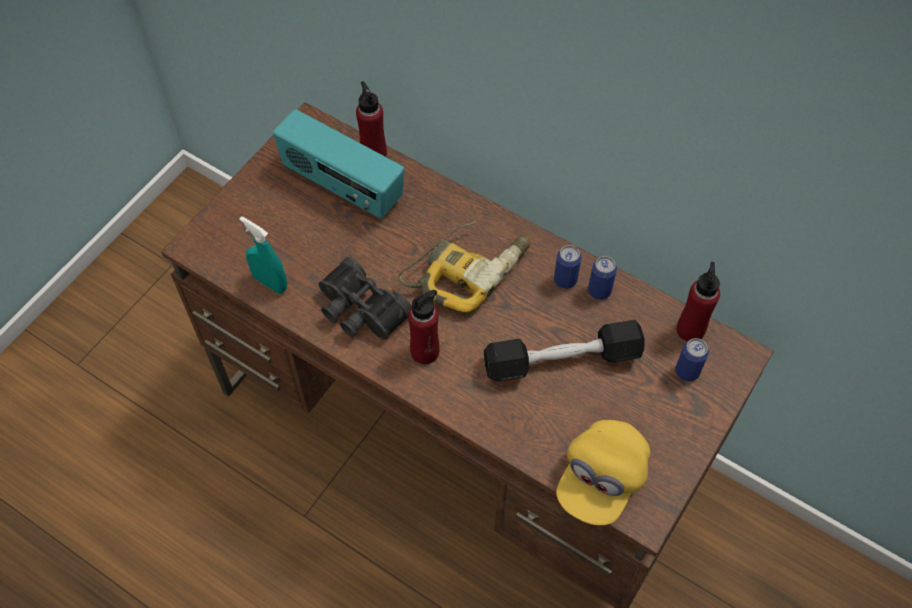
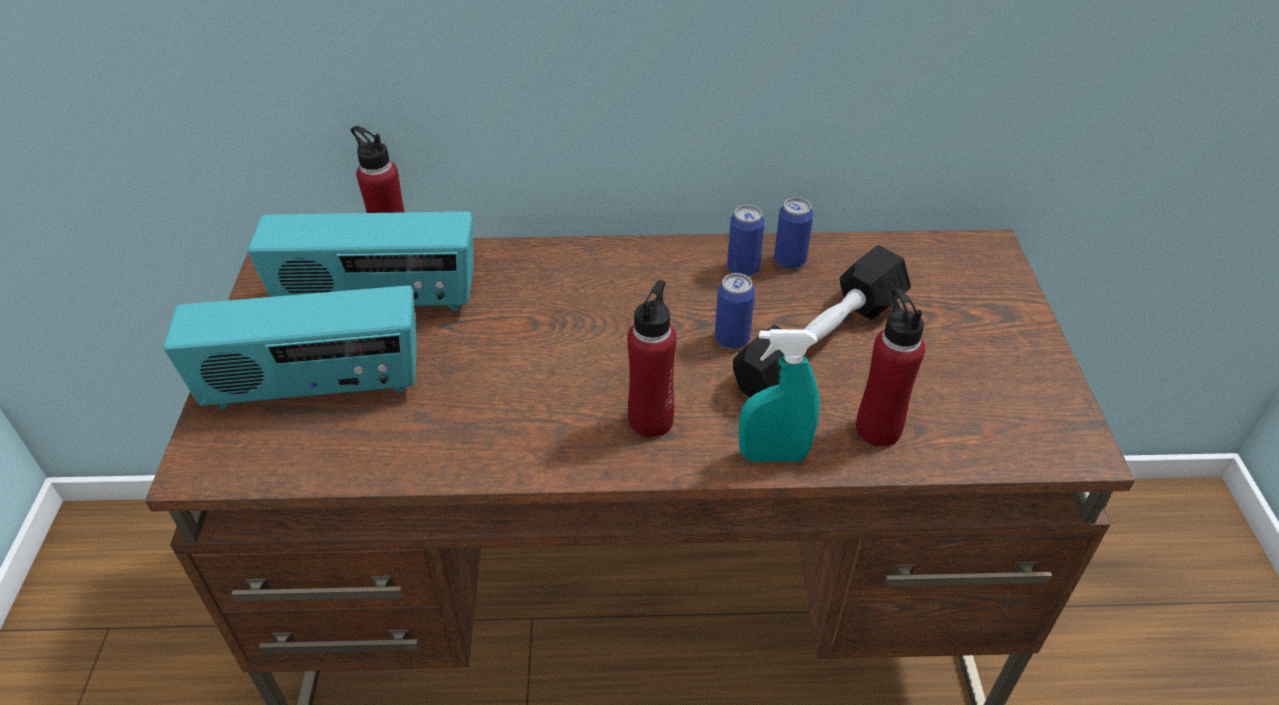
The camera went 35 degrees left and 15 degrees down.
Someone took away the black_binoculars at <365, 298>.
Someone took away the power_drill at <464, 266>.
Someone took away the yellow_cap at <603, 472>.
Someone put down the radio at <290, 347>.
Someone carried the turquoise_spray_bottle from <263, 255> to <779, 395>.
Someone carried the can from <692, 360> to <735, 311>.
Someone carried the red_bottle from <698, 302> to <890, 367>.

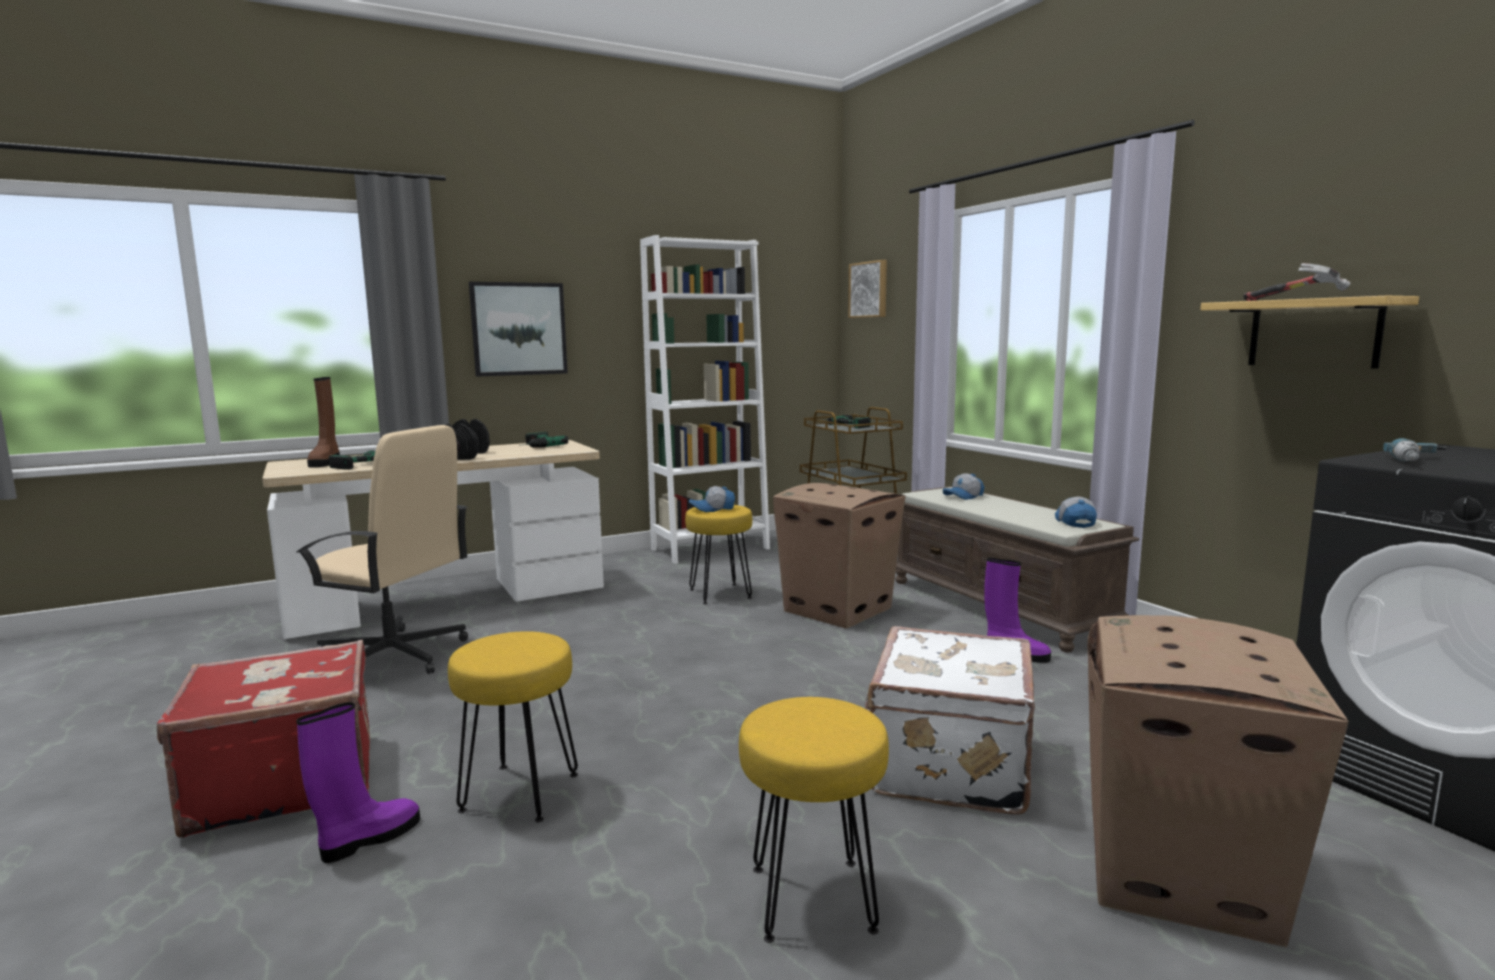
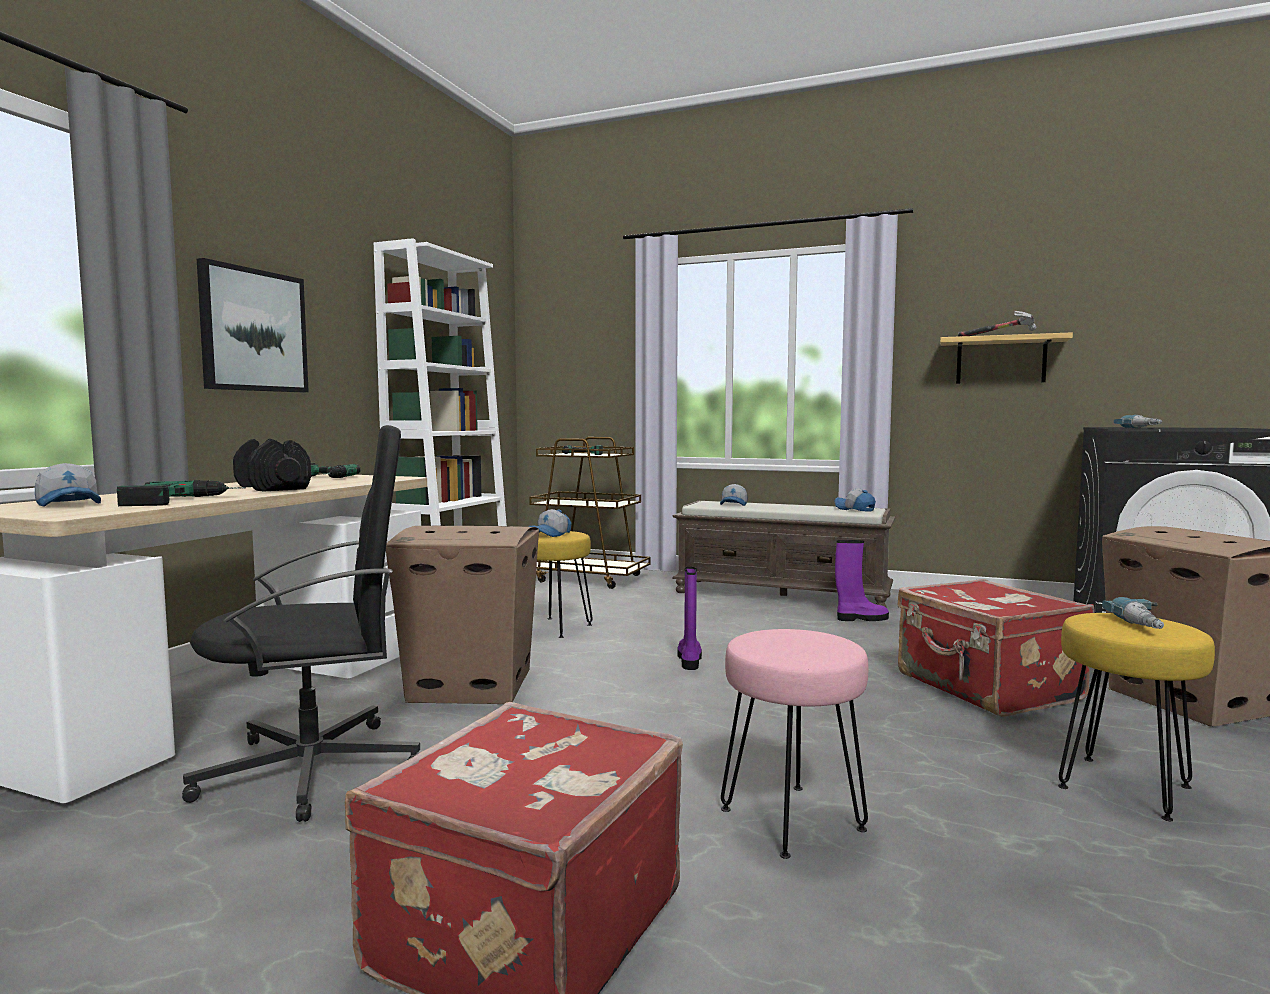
The camera went 40 degrees left and 5 degrees down.
Someone took away the picture at <867, 289>.
Someone put down the power_drill at <1133, 613>.
Someone carried the purple_boot from <358, 782> to <690, 618>.
Someone carried the cardboard_box from <839, 556> to <462, 615>.
Someone swapped the brown_boot at <323, 422> for the cap at <68, 485>.
Someone repainted the beige_office_chair at <382, 549>, which became the black_office_chair at <301, 623>.
Someone repainted the yellow_stool at <513, 726>, which became the pink_stool at <794, 744>.
Someone repainted the white_suitcase at <950, 720>, which became the red_suitcase at <996, 648>.

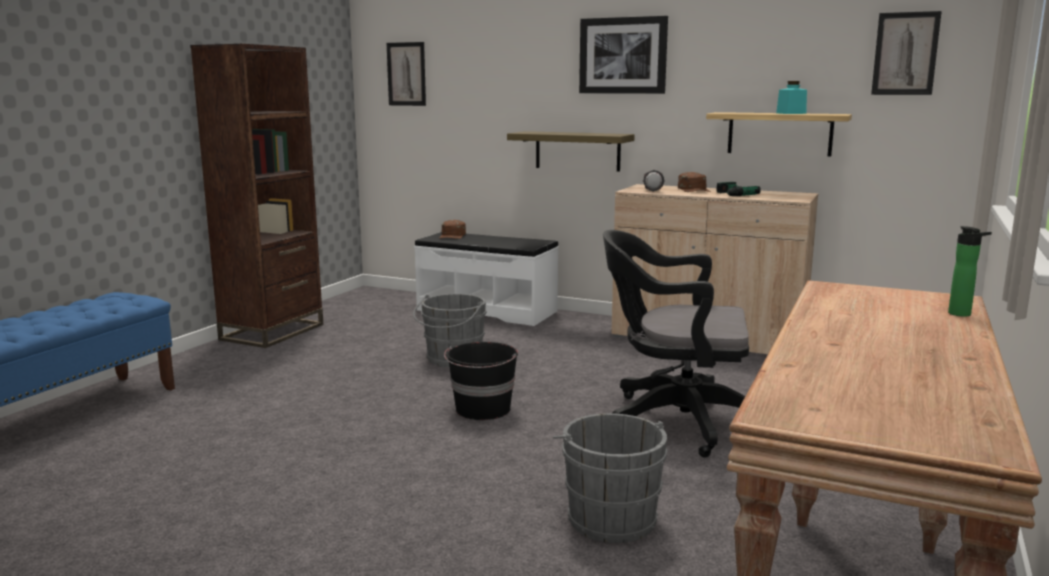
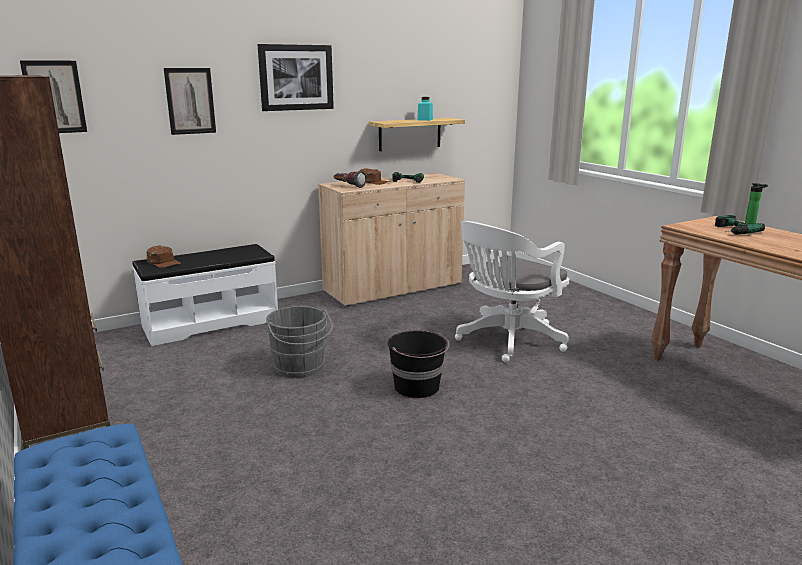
The camera went 55 degrees left and 5 degrees up.
Someone took away the shelf at <571, 151>.
Someone took away the grey_bucket at <610, 478>.
Someone put down the power_drill at <740, 224>.
Someone carried the picture from <906, 53> to <190, 101>.
Someone repainted the black_office_chair at <676, 344>, which became the white_office_chair at <512, 291>.

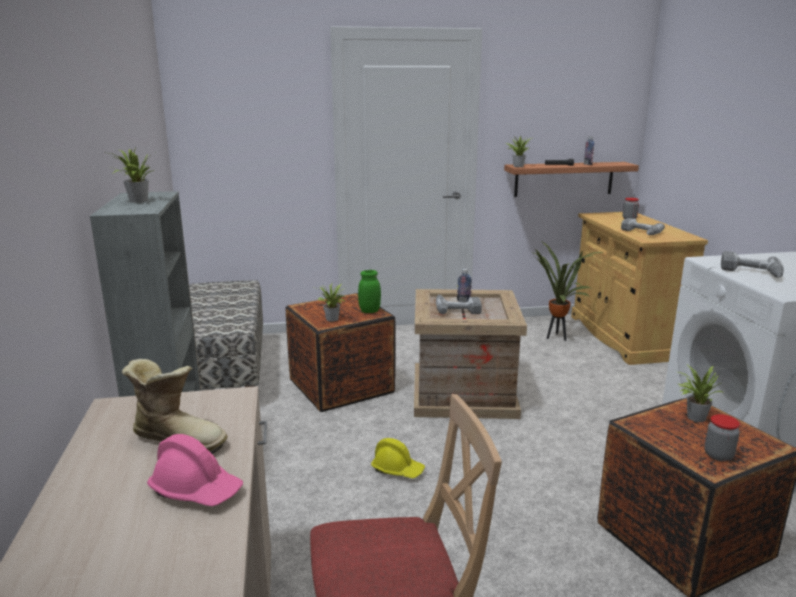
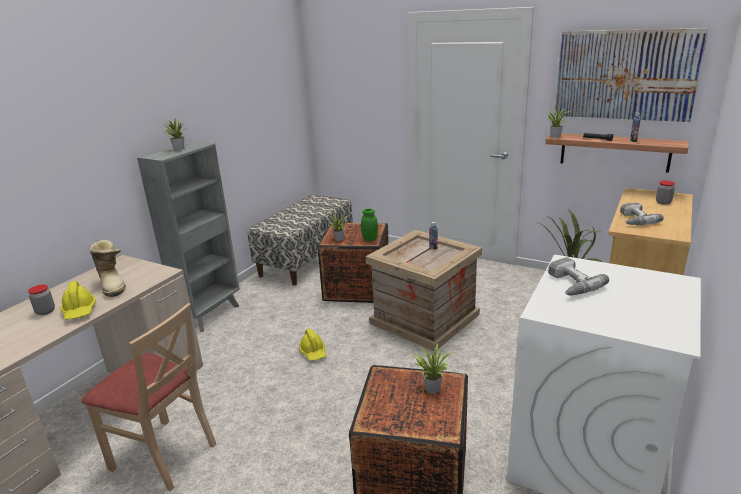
The camera went 40 degrees right and 5 degrees up.
Someone took away the power_drill at <459, 304>.
Someone put up the picture at <631, 75>.
Someone carried the jar from <722, 437> to <41, 300>.
Someone repainted the pink_hard_hat at <195, 470>, which became the yellow_hard_hat at <78, 300>.

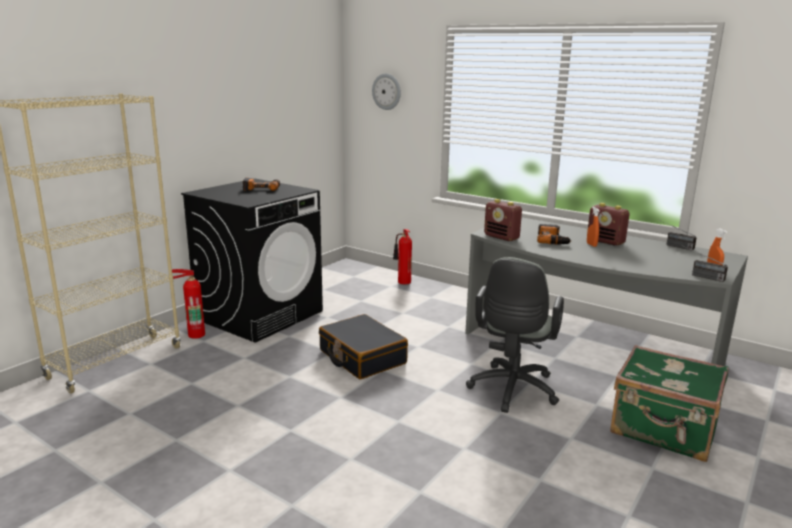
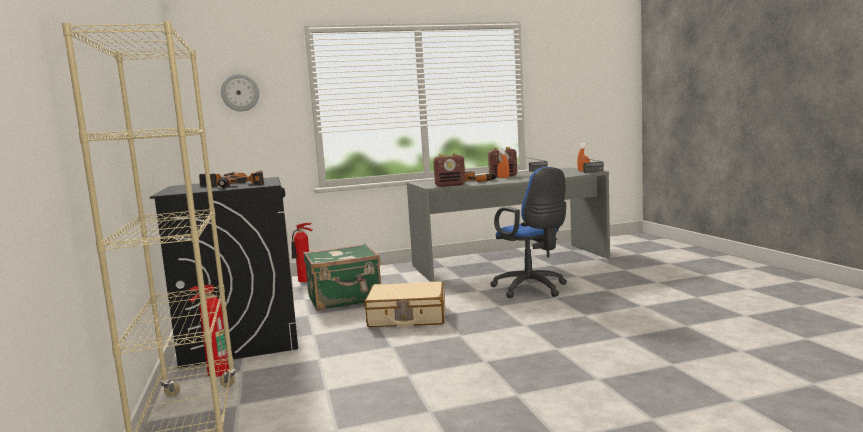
The camera went 50 degrees left and 10 degrees down.
Someone put down the power_drill at <241, 178>.
Someone carried the green_suitcase from <669, 403> to <342, 277>.
Someone repainted the black_suitcase at <363, 346>, which became the beige_suitcase at <405, 304>.
Someone repainted the grey_office_chair at <515, 335>, which became the blue_office_chair at <528, 232>.

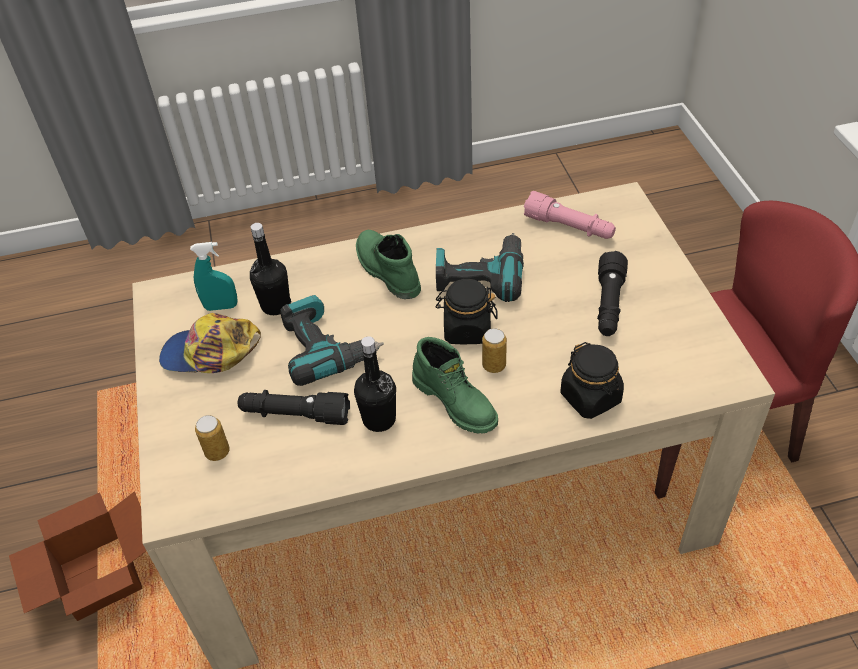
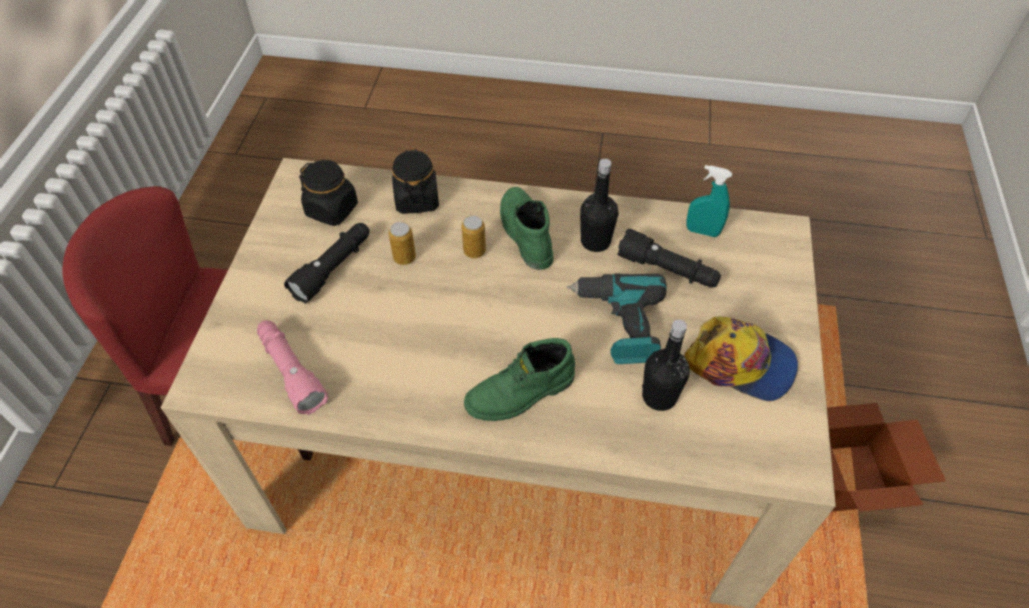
The camera went 160 degrees left and 5 degrees up.
Someone took away the power_drill at <480, 267>.
Someone carried the turquoise_spray_bottle from <214, 276> to <709, 201>.
Someone carried the can from <212, 438> to <402, 243>.
Someone carried the black_jar from <466, 311> to <328, 193>.
Someone rotated the green_boot at <388, 264> by 75 degrees clockwise.

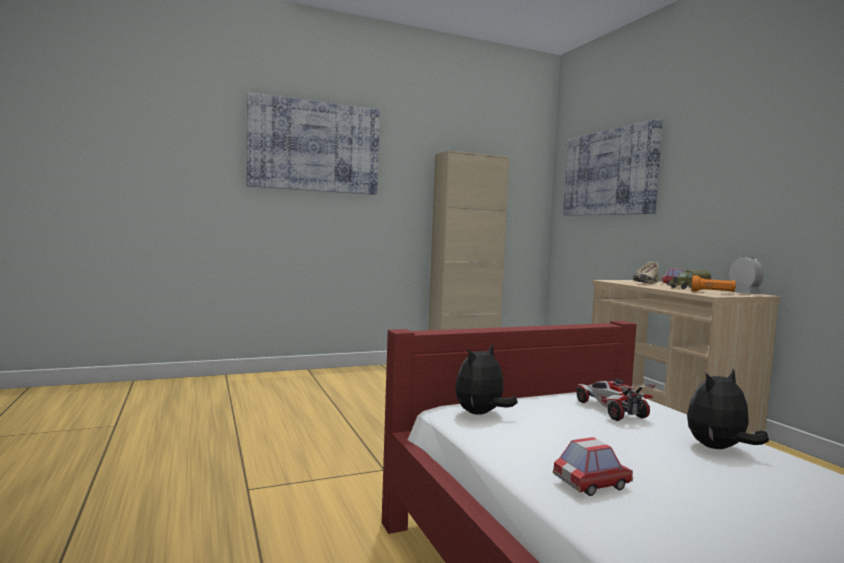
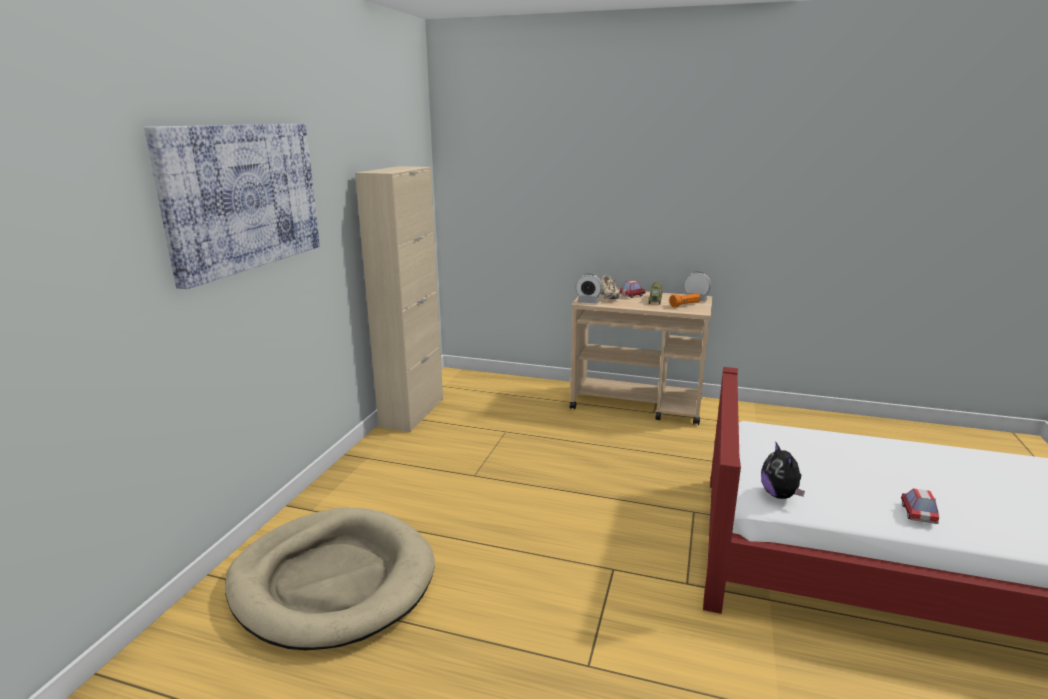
The camera went 50 degrees left and 15 degrees up.
Someone took away the picture at <613, 167>.
Someone took away the toy_car at <616, 400>.
Someone took away the plush_toy at <728, 408>.
Someone put down the beige_dog_bed at <330, 579>.
Someone put down the alarm_clock at <588, 289>.

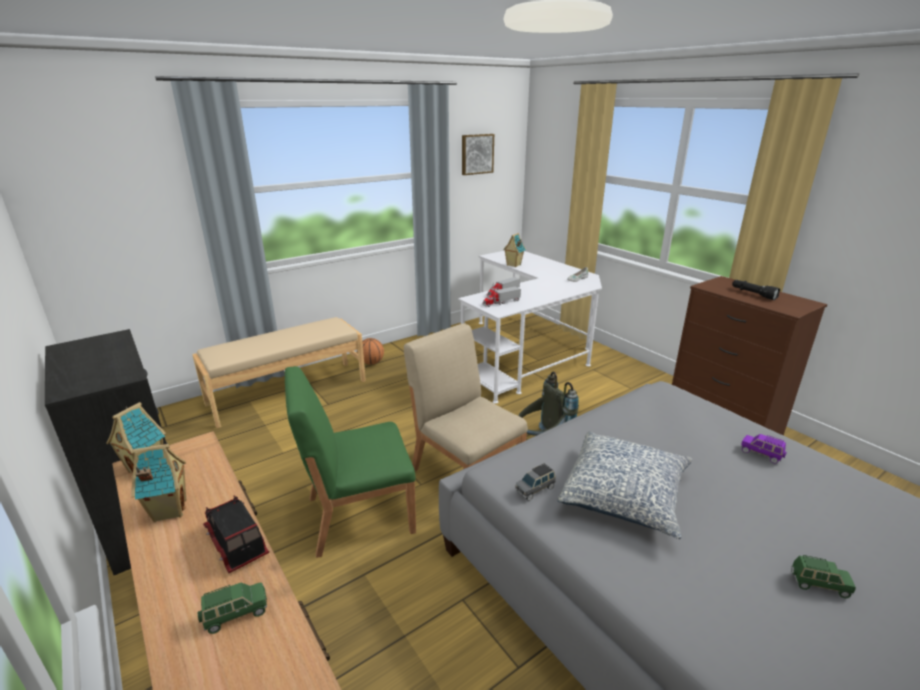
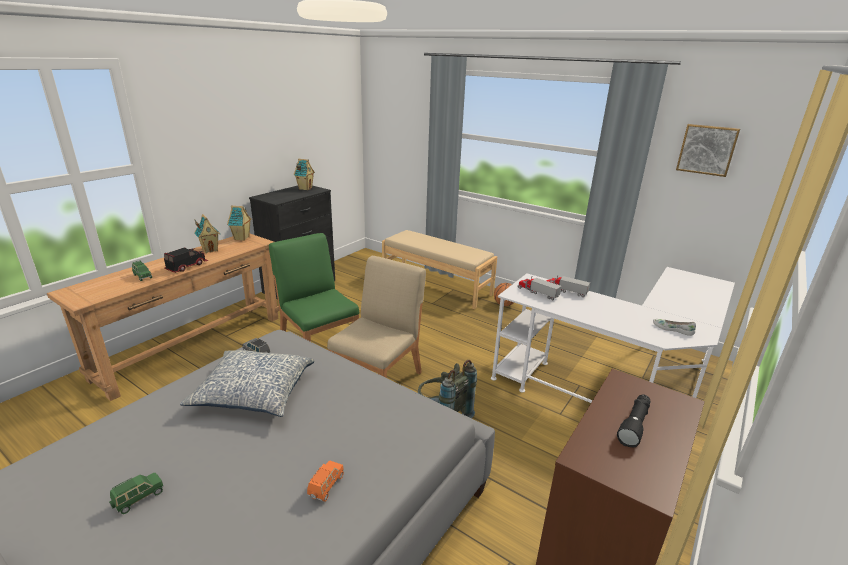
The camera went 70 degrees right and 0 degrees up.
Someone carried the toy_house from <514, 250> to <304, 174>.
Someone repainted the purple_toy_car at <764, 449>, which became the orange_toy_car at <325, 481>.
Someone rotated the green_toy_car at <823, 576> by 135 degrees counterclockwise.

